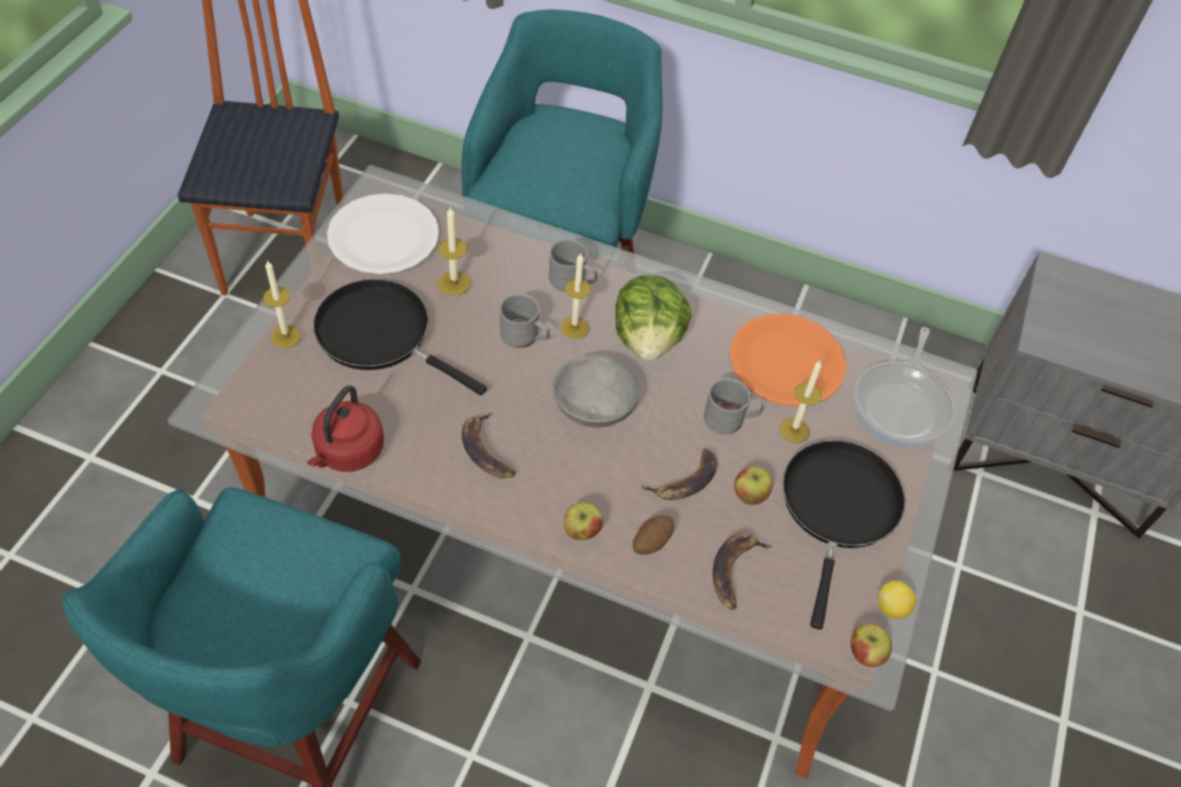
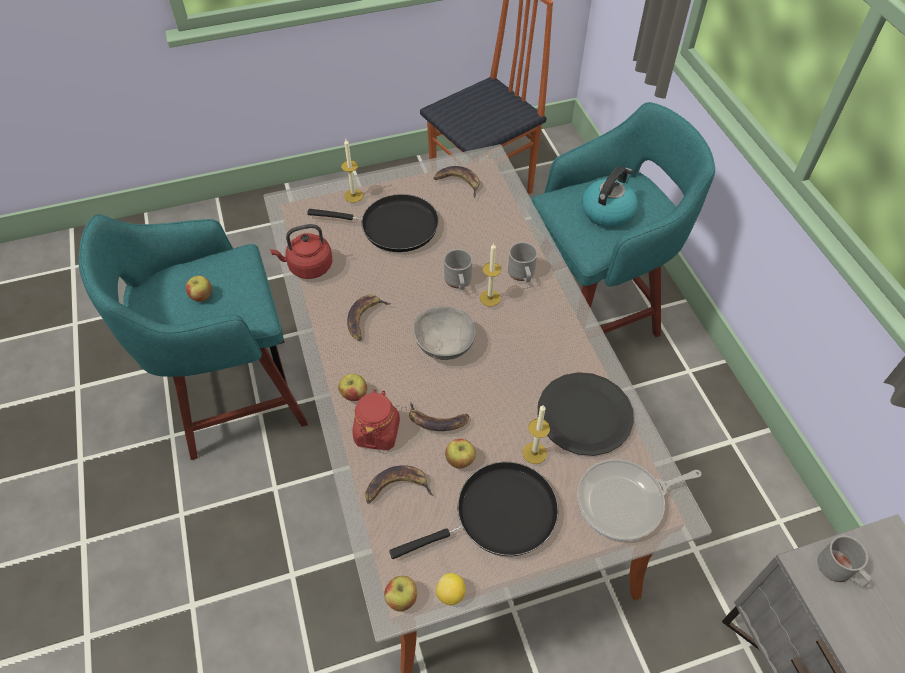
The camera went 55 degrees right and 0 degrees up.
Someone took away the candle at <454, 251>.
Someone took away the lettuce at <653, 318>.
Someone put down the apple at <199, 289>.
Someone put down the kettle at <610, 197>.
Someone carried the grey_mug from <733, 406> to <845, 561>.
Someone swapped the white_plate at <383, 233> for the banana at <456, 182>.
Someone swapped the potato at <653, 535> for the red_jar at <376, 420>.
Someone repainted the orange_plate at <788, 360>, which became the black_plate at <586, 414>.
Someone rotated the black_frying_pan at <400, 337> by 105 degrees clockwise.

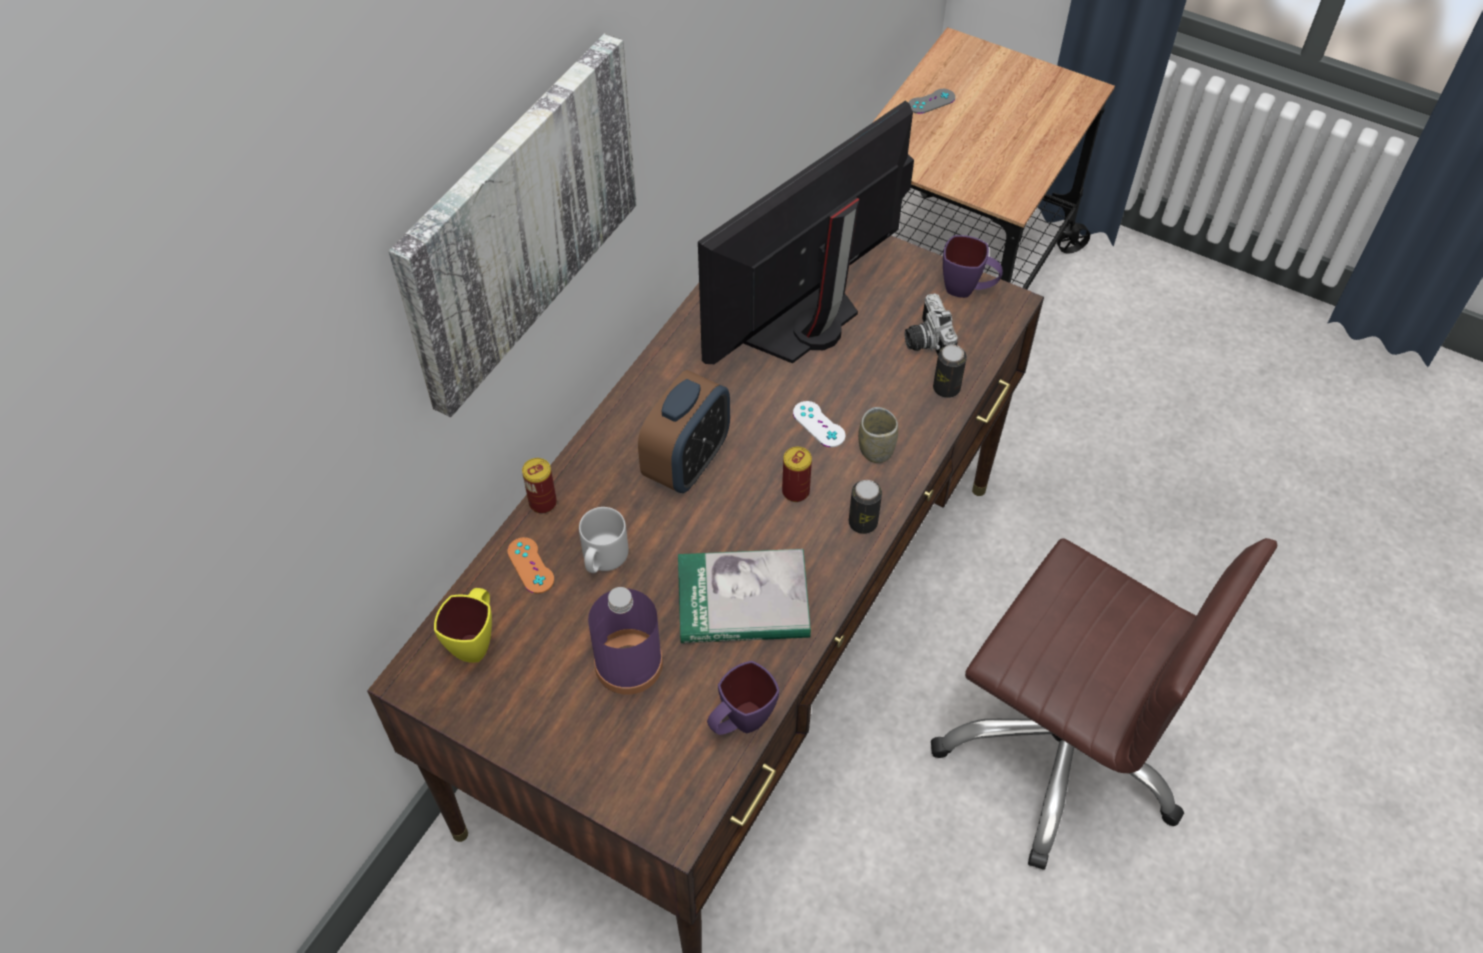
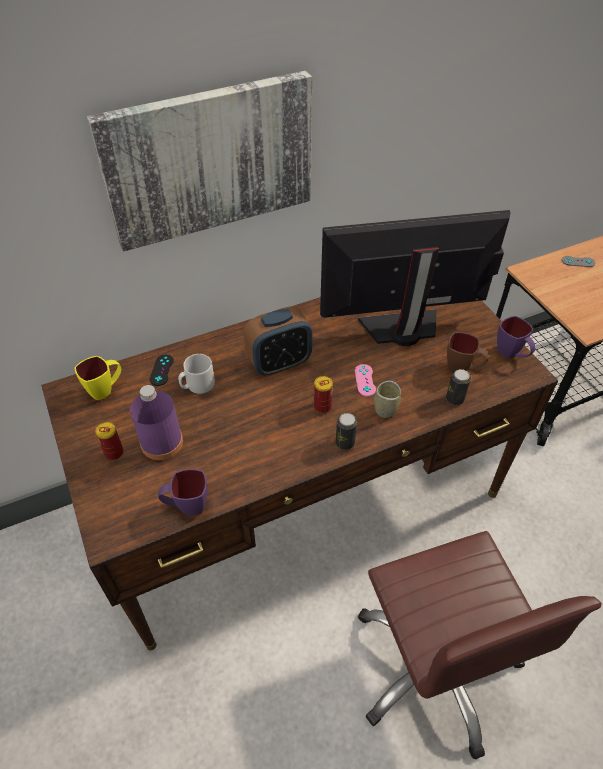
The camera went 35 degrees right and 5 degrees down.
Someone took away the book at <744, 596>.
Someone carried the can from <539, 486> to <109, 441>.
Someone swapped the photo_camera at <931, 324> for the brown_mug at <468, 352>.
Someone repainted the orange_game_controller at <530, 565>, which became the black_game_controller at <162, 370>.
Someone repainted the white_game_controller at <819, 424>, which became the pink_game_controller at <365, 380>.

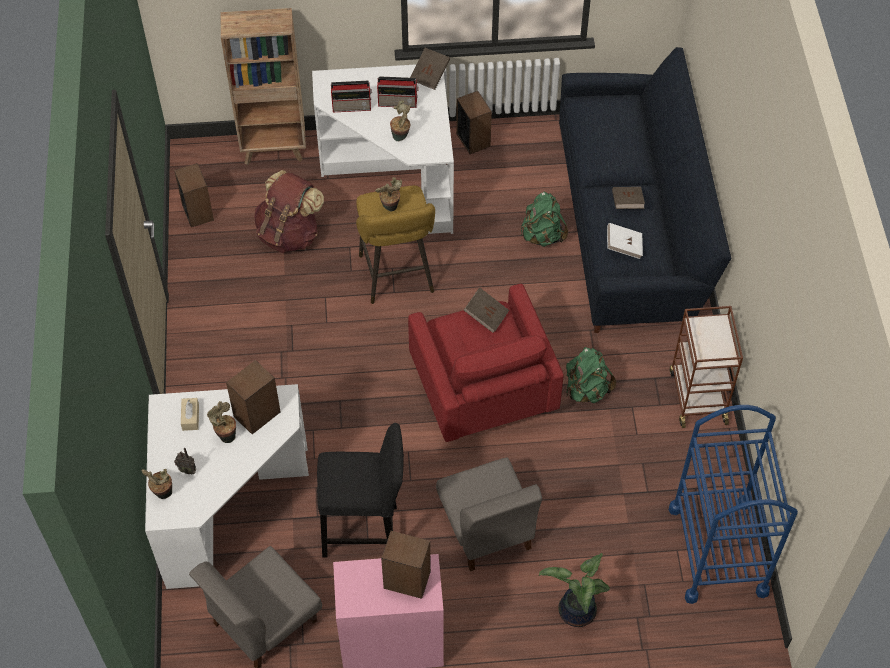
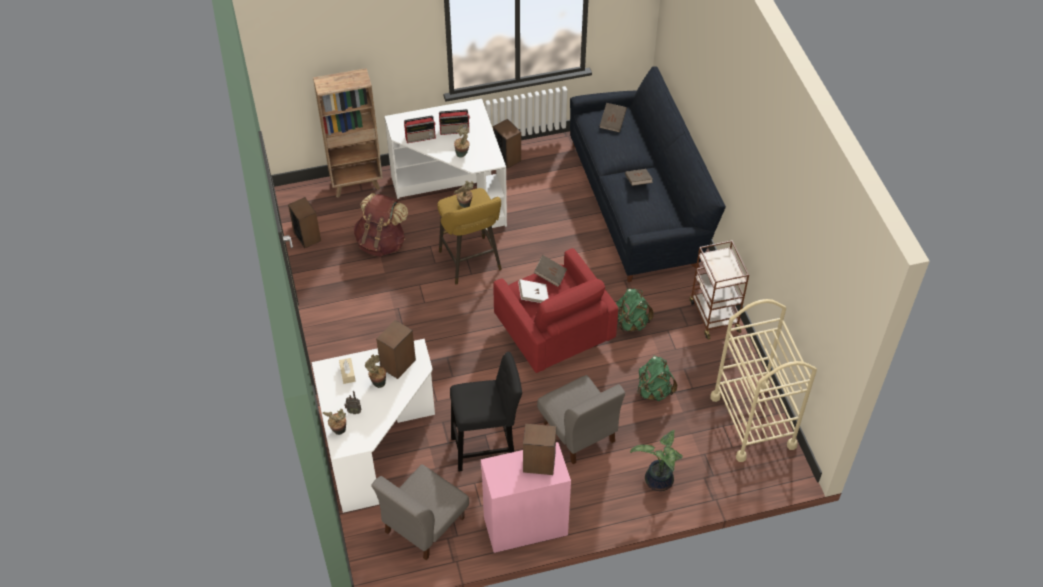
The camera went 10 degrees left and 5 degrees down.
Someone carried the brown_book from <430, 69> to <613, 117>.
Someone carried the green_backpack from <544, 219> to <657, 378>.
Someone carried the white_book from <625, 241> to <533, 291>.
Someone repainted the blue_cart at <733, 504>, which became the beige_cart at <763, 380>.

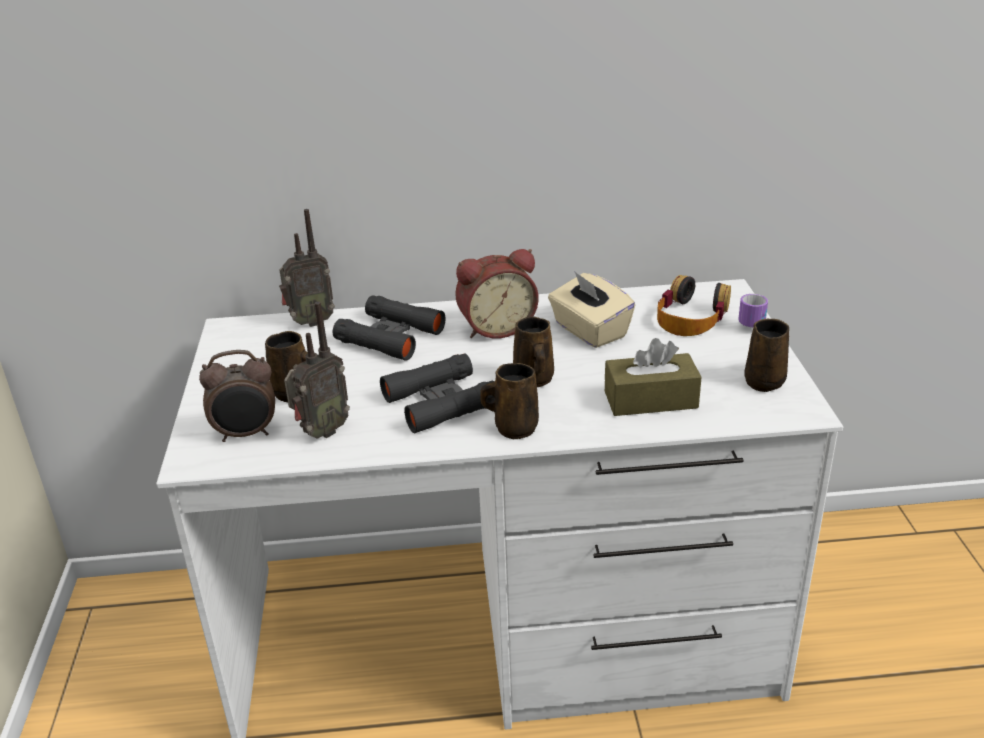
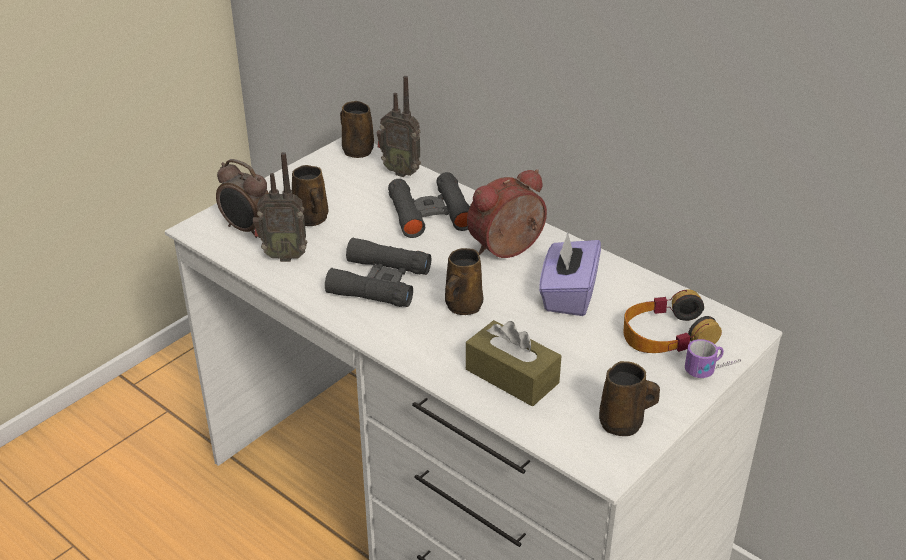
The camera went 45 degrees right and 5 degrees up.
Someone carried the brown_mug from <510, 401> to <357, 129>.
Someone repainted the beige_tissue_box at <591, 309>, which became the purple_tissue_box at <570, 274>.
Someone rotated the alarm_clock at <497, 294> by 120 degrees clockwise.

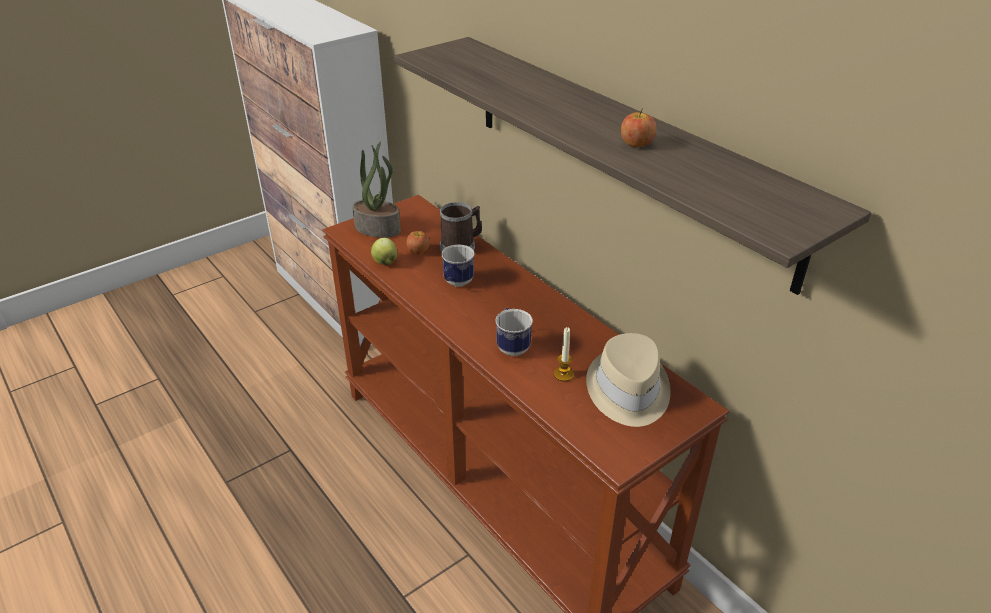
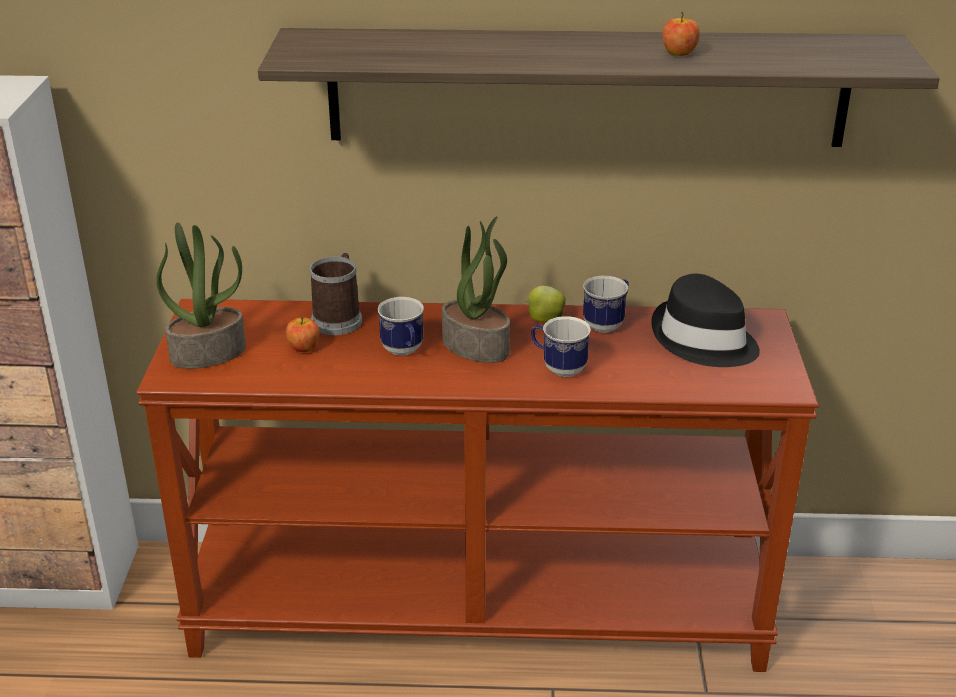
The camera went 50 degrees left and 5 degrees down.
Someone took away the candle at <564, 354>.
Someone put down the potted_plant at <476, 289>.
Someone put down the mug at <606, 304>.
Someone carried the apple from <384, 251> to <545, 304>.
Someone repainted the beige_hat at <628, 380>, which became the black_hat at <705, 320>.

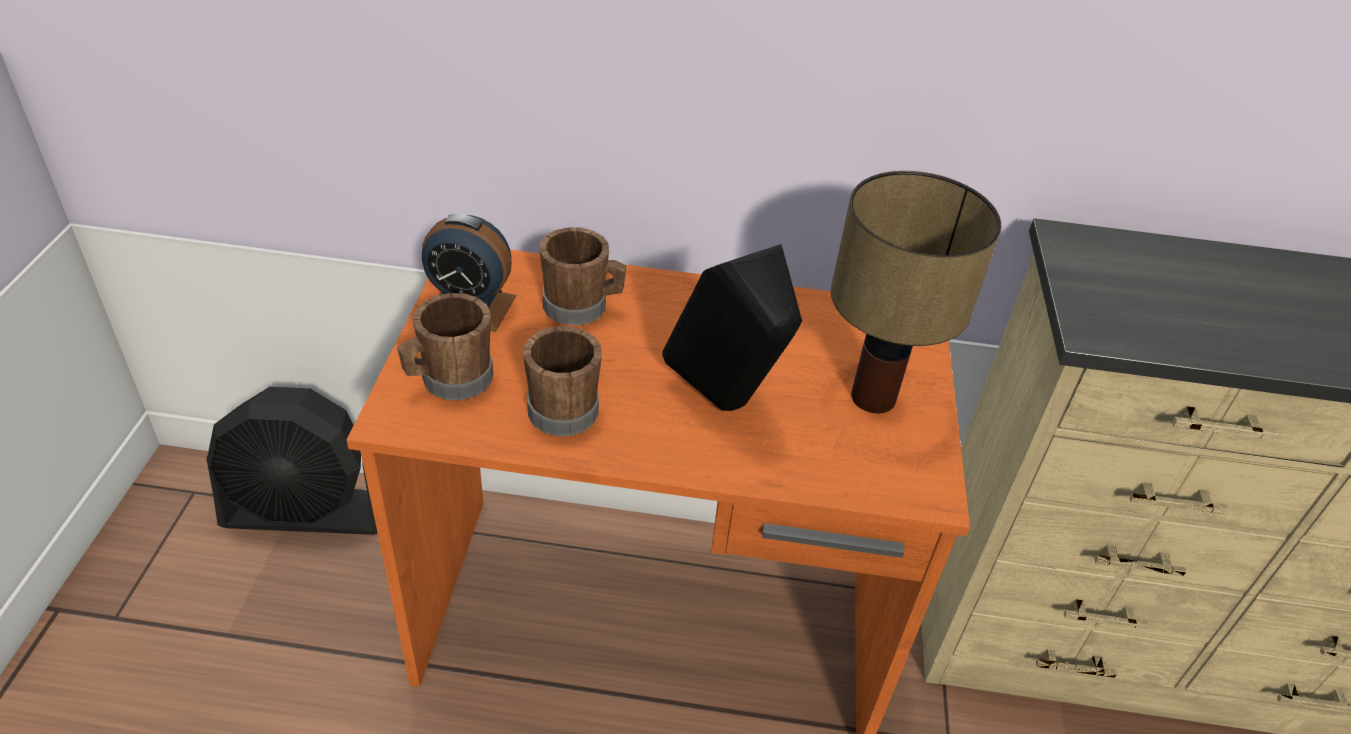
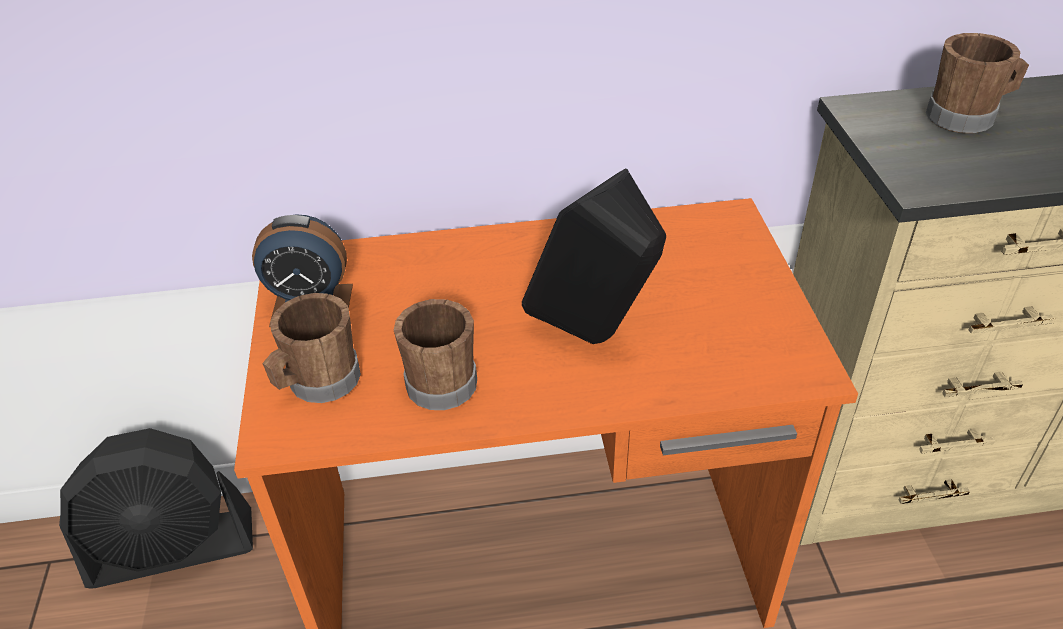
The camera went 10 degrees left and 0 degrees up.
Someone took away the table_lamp at <916, 292>.
Someone carried the brown_mug from <583, 276> to <977, 83>.

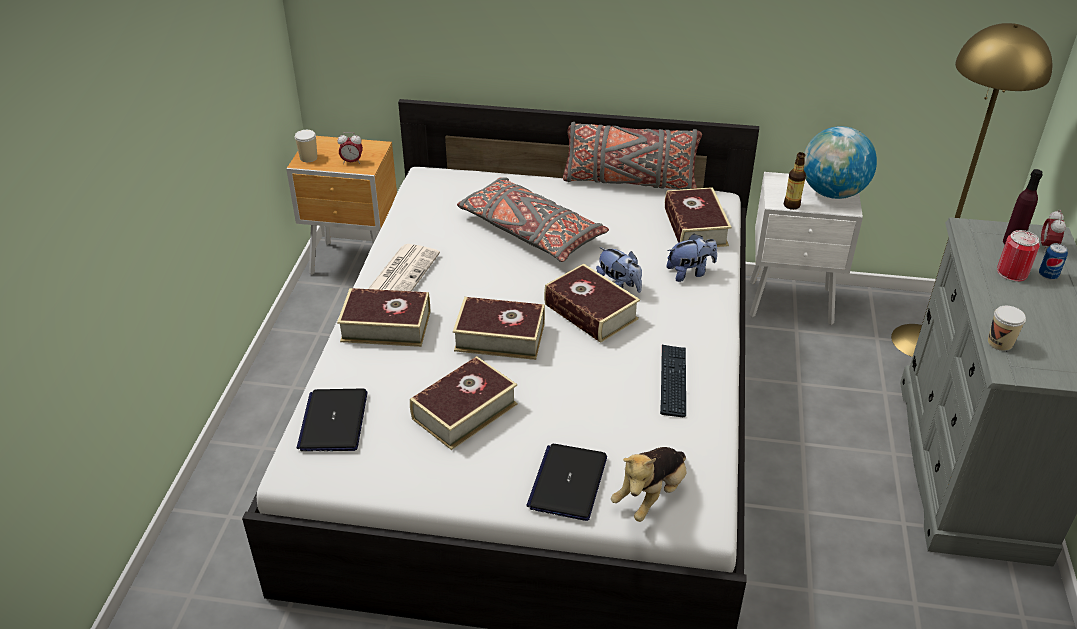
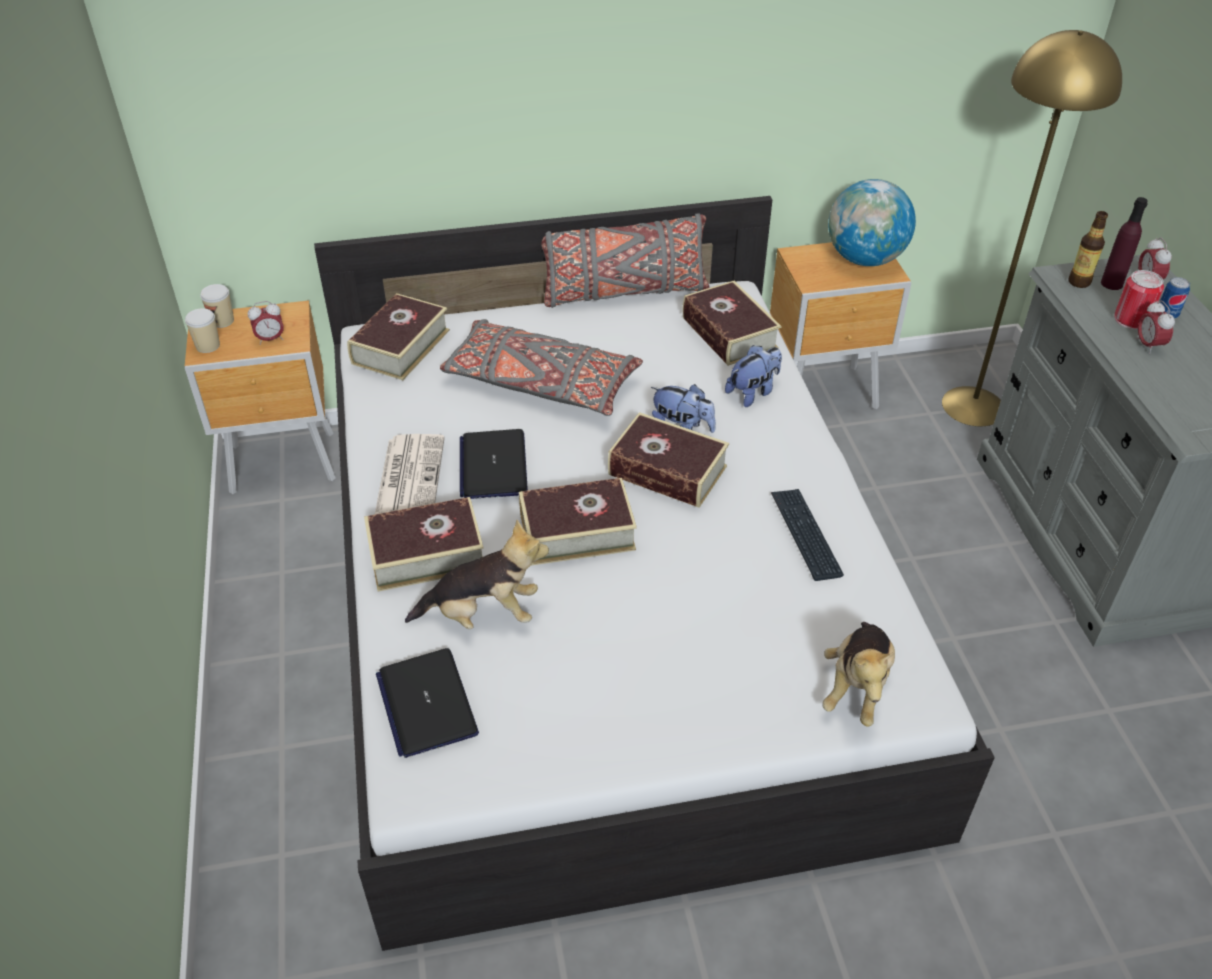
The camera went 20 degrees left and 5 degrees up.
Someone put down the plush_toy at <477, 574>.
Someone put down the alarm_clock at <1156, 327>.
Someone carried the book from <464, 403> to <398, 336>.
Someone carried the laptop from <566, 482> to <494, 464>.
Someone carried the bottle from <795, 181> to <1088, 249>.
Someone carried the cup from <1007, 328> to <217, 306>.
Someone repainted the white_nightstand at <806, 248>, which became the brown_nightstand at <840, 325>.

